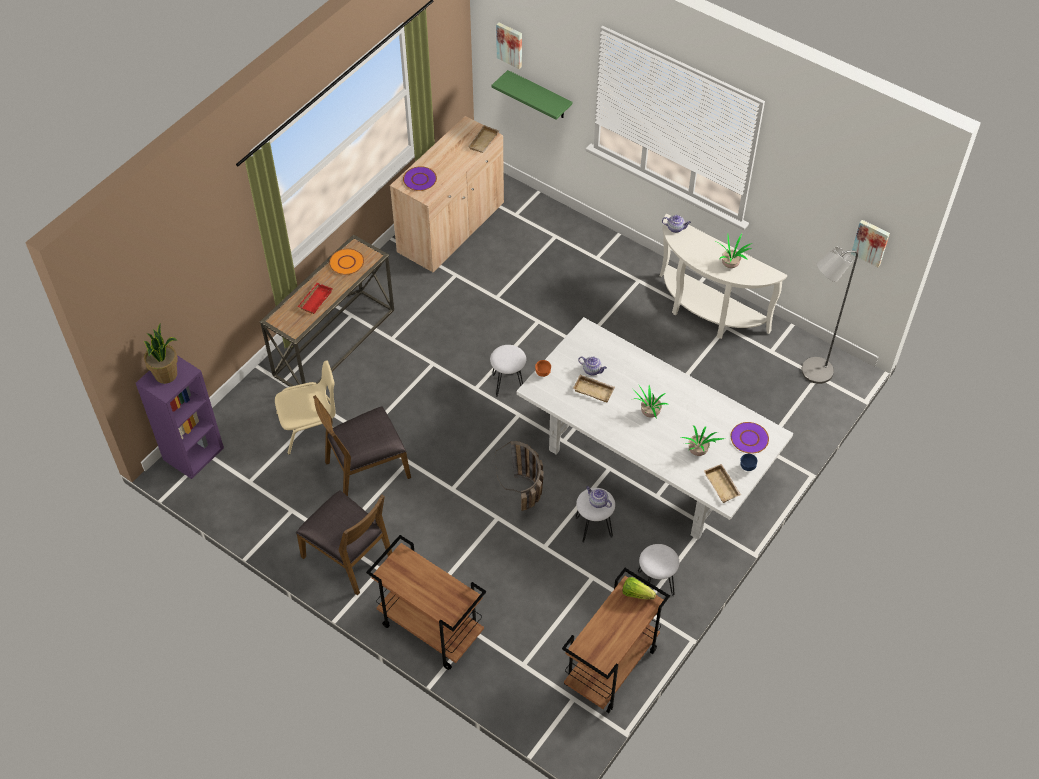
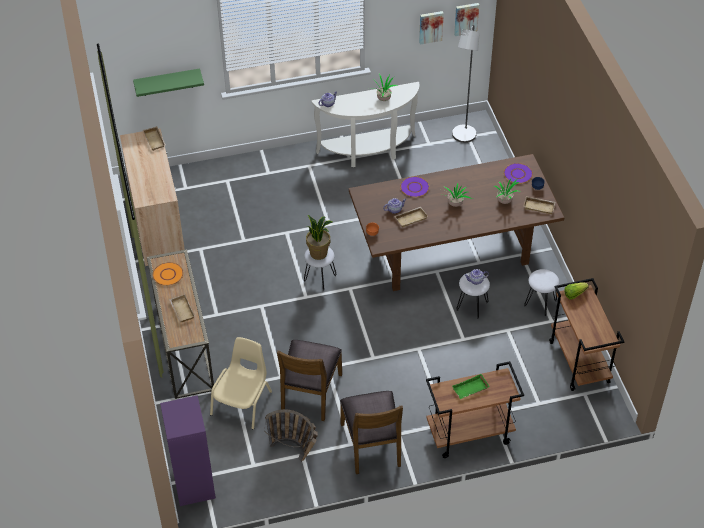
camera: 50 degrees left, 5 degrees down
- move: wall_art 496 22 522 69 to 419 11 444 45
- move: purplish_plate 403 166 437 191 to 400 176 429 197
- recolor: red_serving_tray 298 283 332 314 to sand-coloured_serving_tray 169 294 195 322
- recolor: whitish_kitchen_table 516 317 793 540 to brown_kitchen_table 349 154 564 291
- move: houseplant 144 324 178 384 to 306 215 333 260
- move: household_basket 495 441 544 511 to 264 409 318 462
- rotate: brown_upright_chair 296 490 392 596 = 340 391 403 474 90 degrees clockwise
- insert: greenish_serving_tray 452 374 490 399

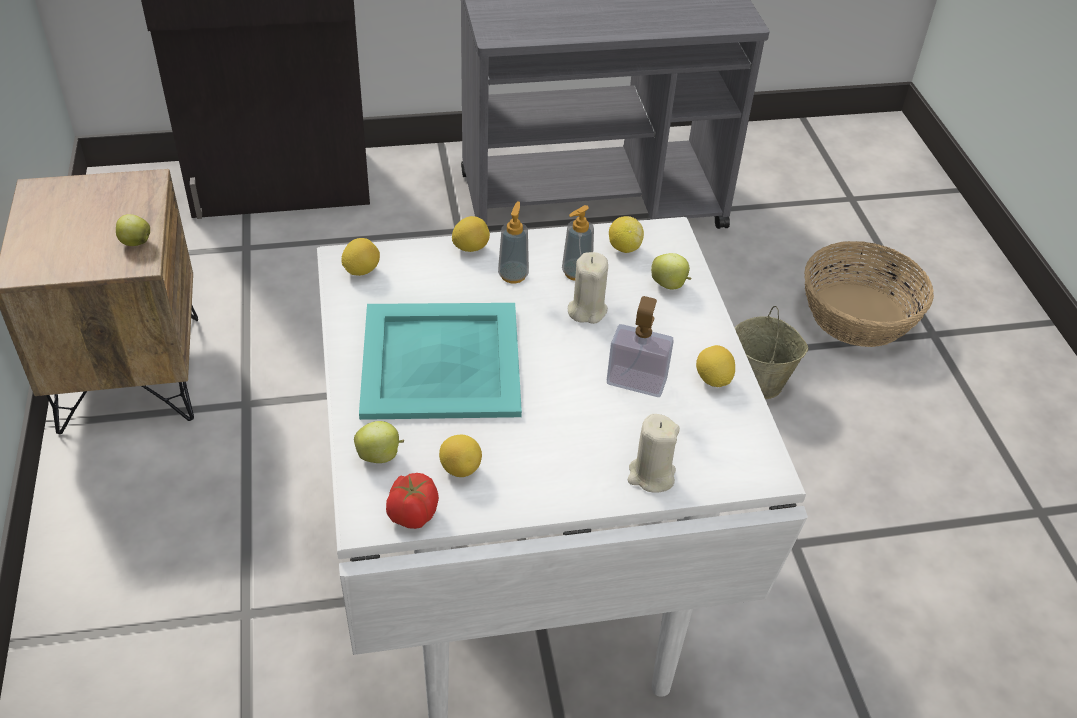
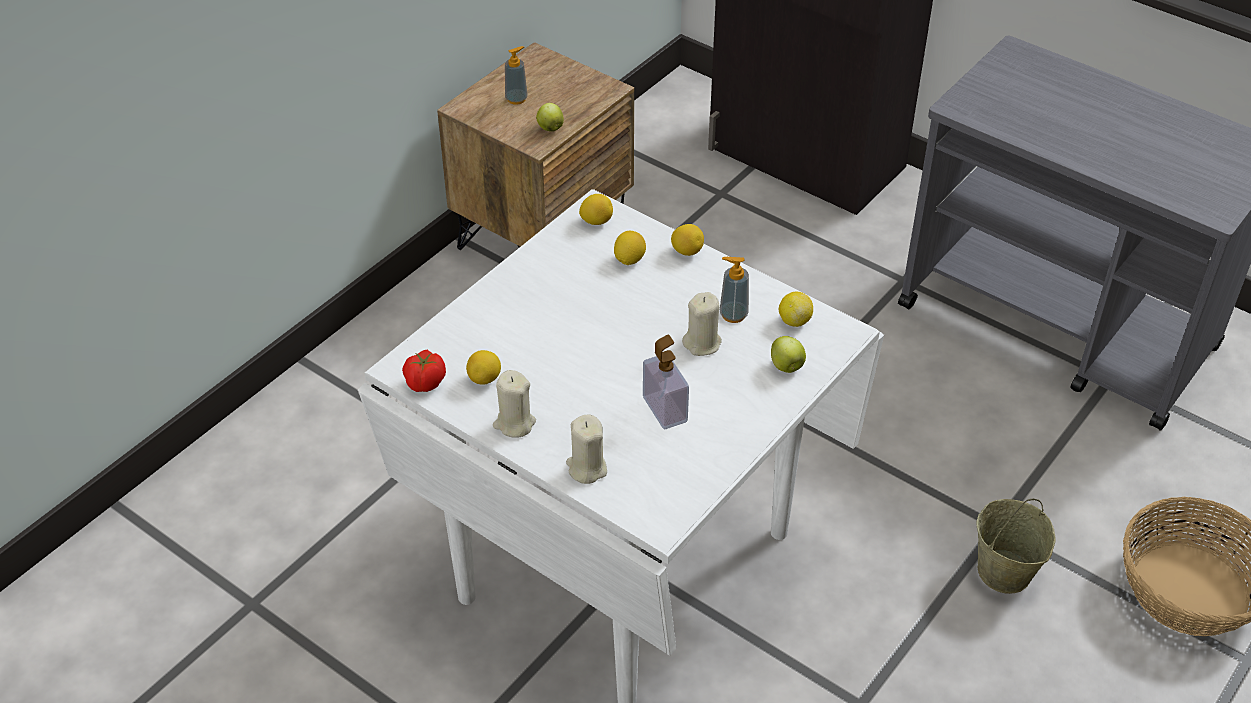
camera: 50 degrees right, 0 degrees up
- move: soap_bottle 498 201 529 283 to 505 46 528 105
- delete: turquoise_serving_tray 359 303 522 420
- move: whole_lemon 696 345 735 387 to 614 231 646 265
- delete: apple_fruit 354 421 404 463
- insert: sand-coloured_wax_candle 493 370 536 438

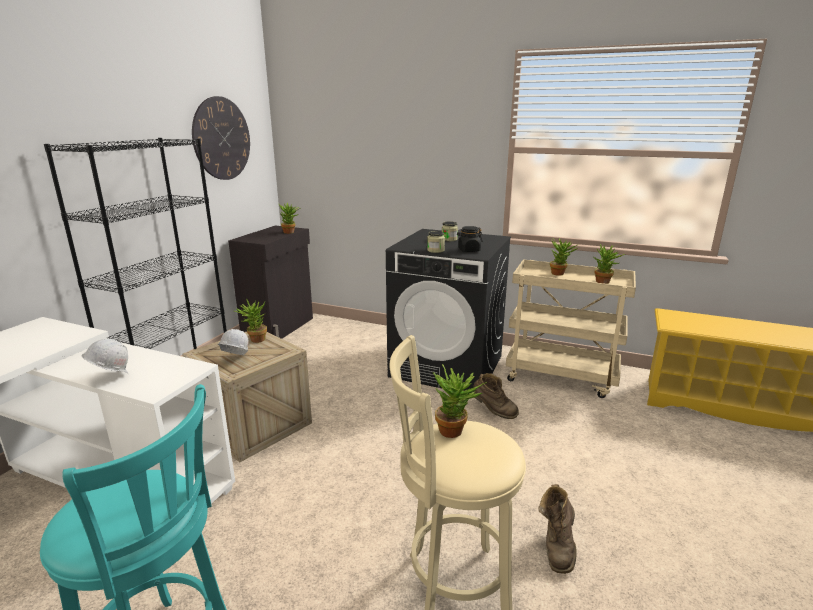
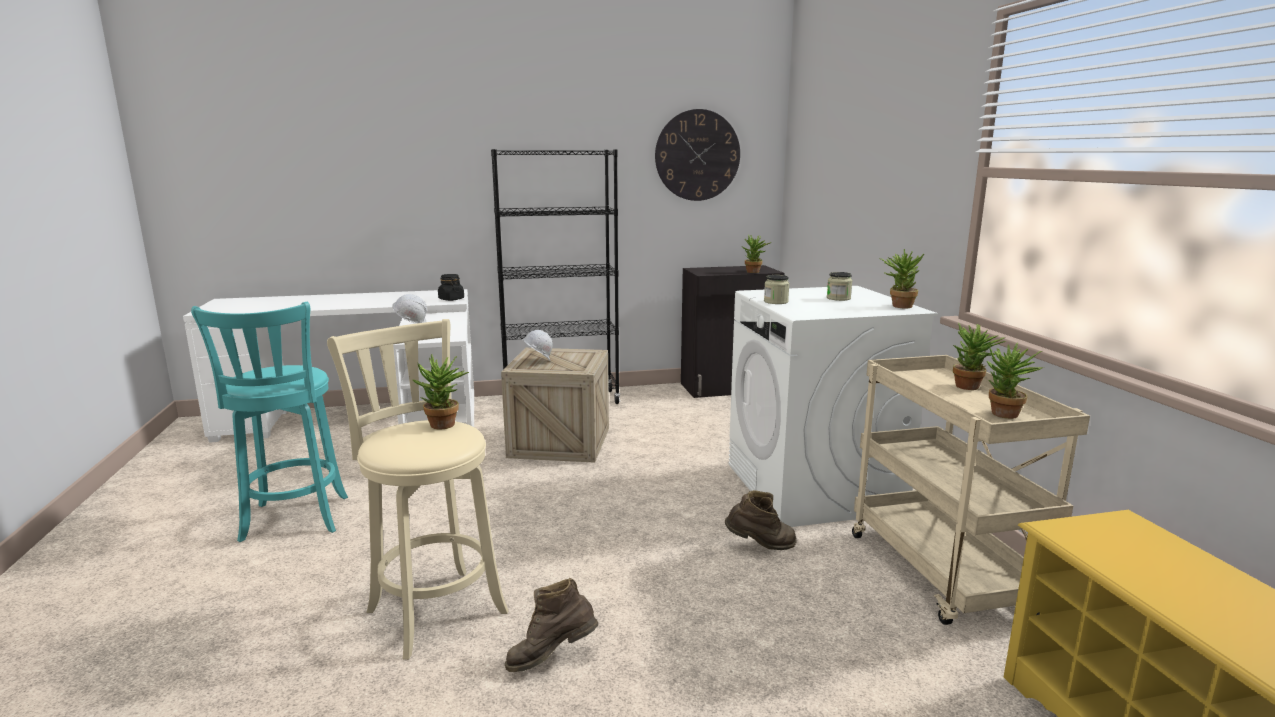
camera: 55 degrees right, 5 degrees down
- move: blackish_jar 457 226 482 252 to 438 274 464 301
- recolor: blackish_laundry_appliance 386 229 511 394 to whitish_laundry_appliance 729 286 938 527
- move: houseplant 234 298 267 343 to 880 249 924 308
- rotate: brown_tall_boot 473 373 519 419 = 725 490 797 550 90 degrees counterclockwise

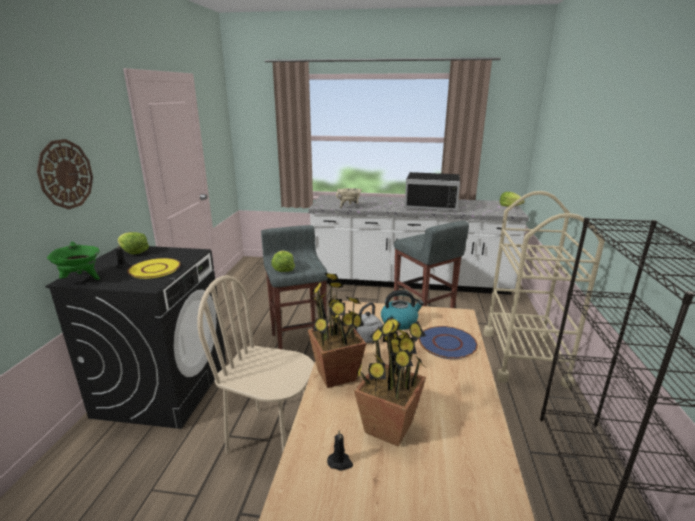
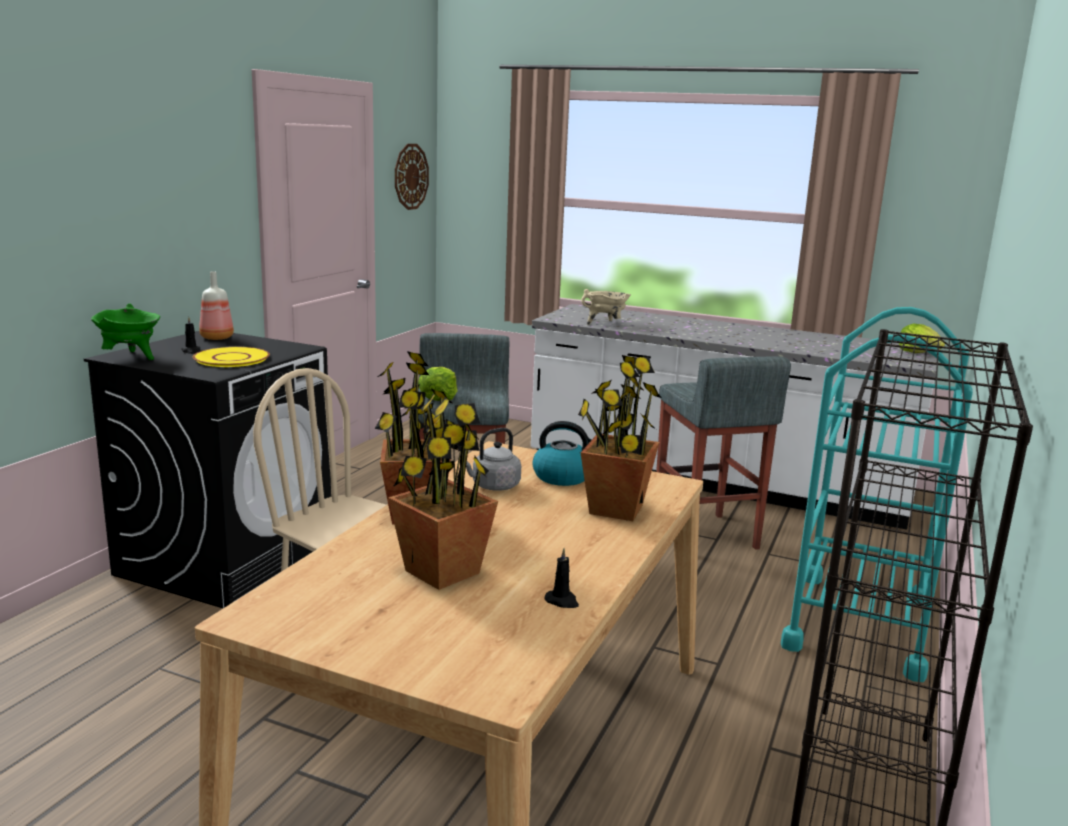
camera: 15 degrees right, 5 degrees down
- move: wall_clock 37 139 93 209 to 395 144 429 210
- delete: blackish_kitchen_microwave 405 172 460 211
- recolor: sand-coloured_cart 483 191 605 388 to turquoise_cart 781 307 973 682
- replace: lettuce 118 232 149 255 to beverage_bottle 199 271 234 340
- replace: bluish_plate 418 326 478 359 to houseplant 578 355 661 521
- move: blackish_wax_candle 327 430 353 471 to 545 548 579 608

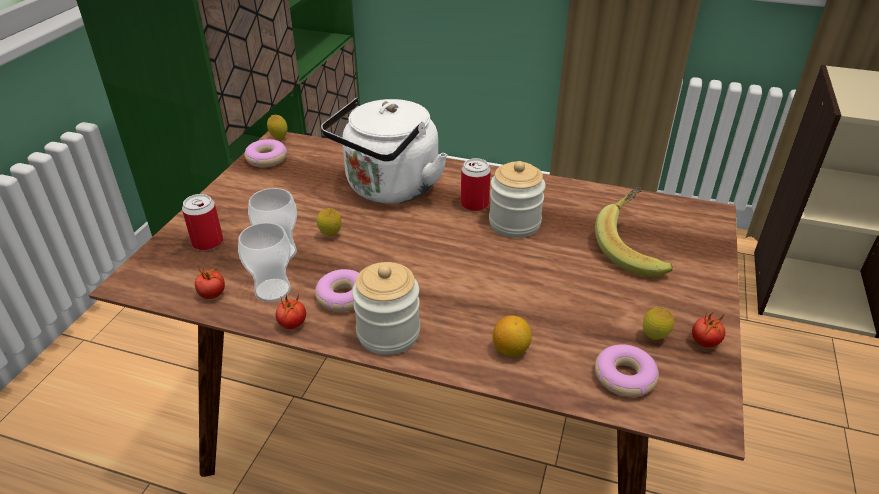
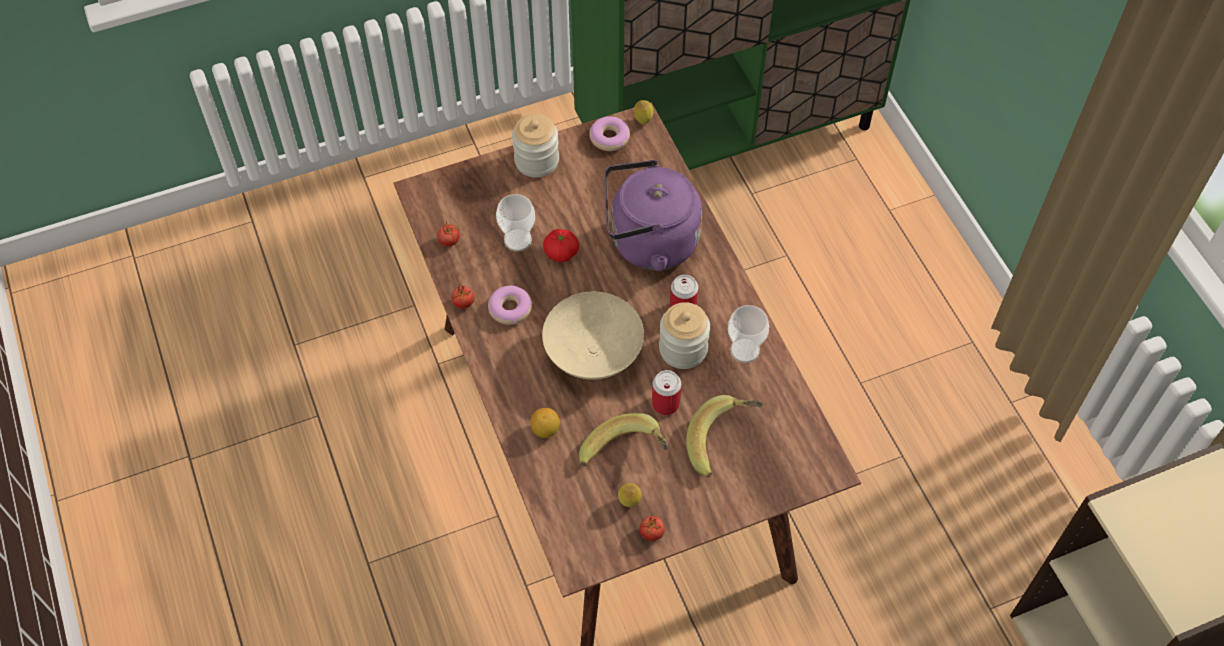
camera: 50 degrees right, 20 degrees up
- recolor: whitish_water_kettle 321 97 447 204 to purplish_water_kettle 604 160 702 271
- move: sealed_can 182 194 223 251 to 652 370 681 415
- replace: whole_lemon 317 208 342 236 to fresh_tomato 543 229 579 262
- move: cup 238 223 291 302 to 728 305 769 363
- move: jar 352 262 420 355 to 512 114 559 178
- delete: doughnut 595 344 659 397
- insert: sand-coloured_deep_dish 542 292 644 380
- insert: banana 579 413 669 466

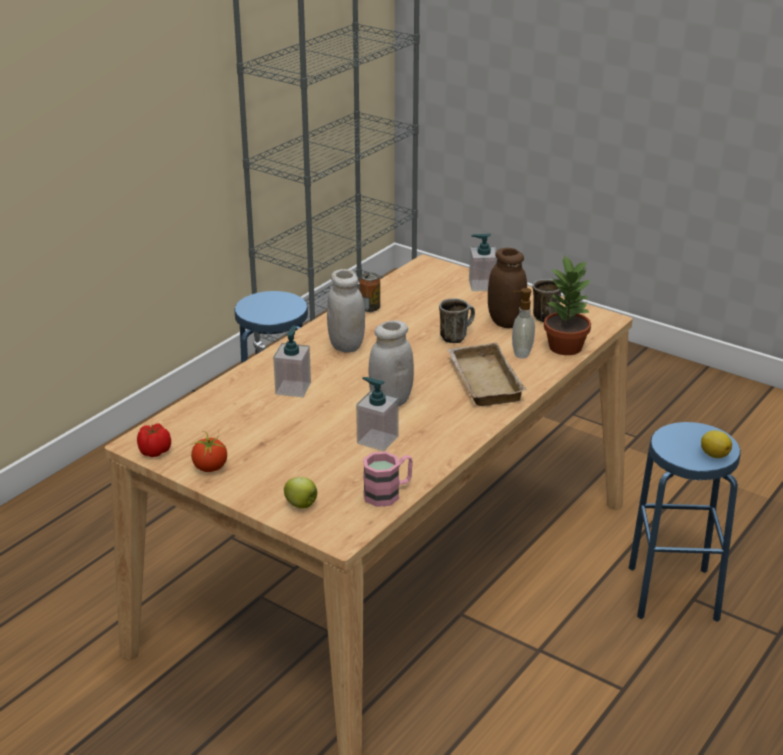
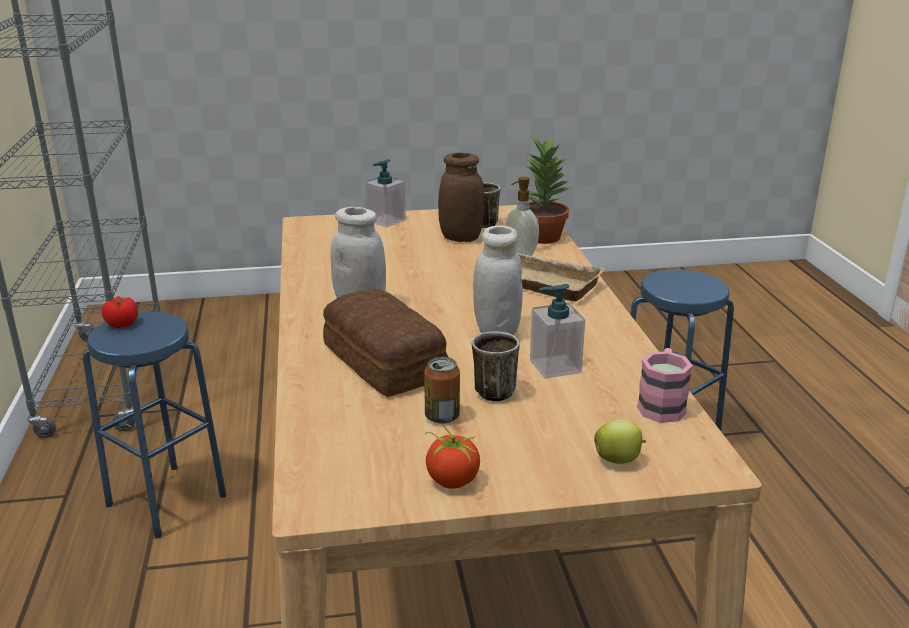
camera: 45 degrees left, 5 degrees down
- move: sealed_can 359 273 380 312 to 424 357 460 424
- move: coffee_mug 439 298 475 343 to 472 331 520 402
- replace: soap_bottle 273 325 311 397 to baked_bread 323 289 448 397
- move: fresh_tomato 137 424 171 457 to 102 296 138 328
- delete: whole_lemon 701 430 732 458

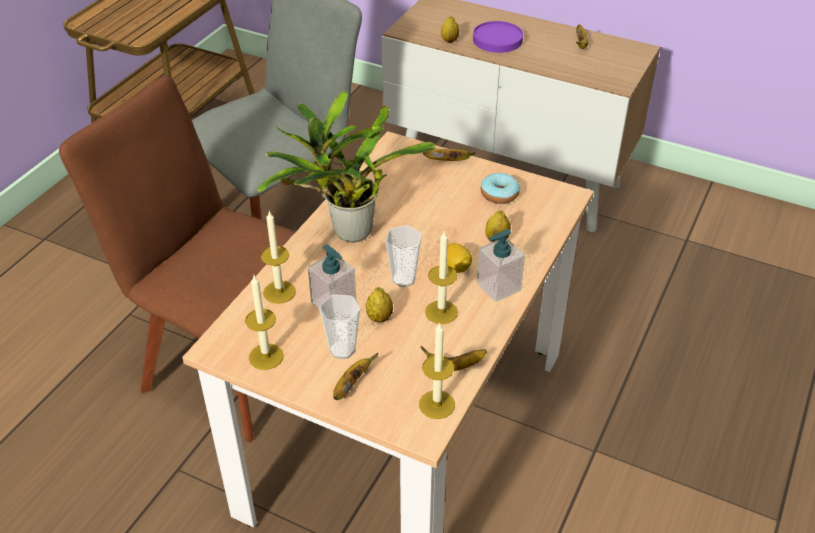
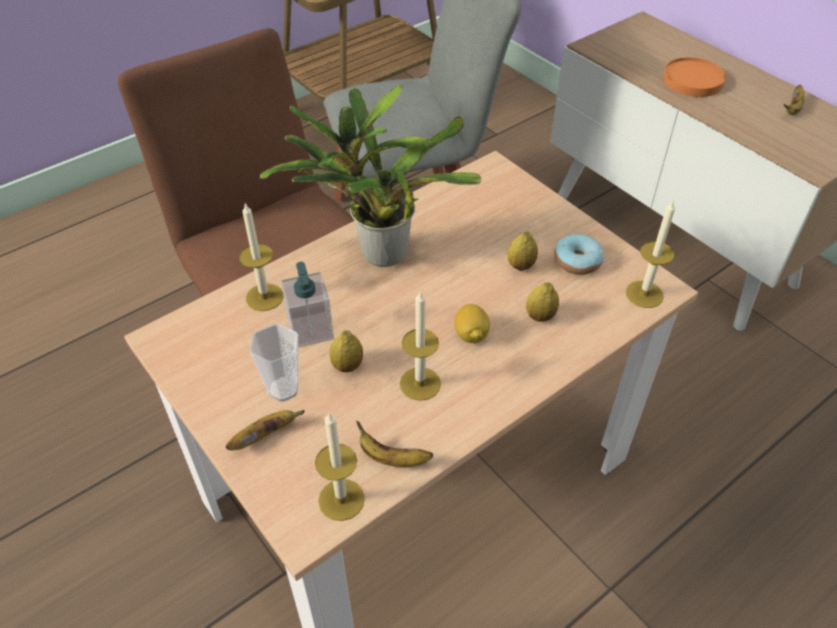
camera: 25 degrees right, 5 degrees up
- move: whole_lemon 441 16 459 43 to 507 231 538 271
- recolor: purplish_plate 473 21 523 53 to orange_plate 663 57 726 97
- delete: banana 423 149 476 161
- delete: cup 385 225 422 287
- delete: soap_bottle 477 229 525 302
- move: wax_candle 245 275 284 370 to 625 199 675 308

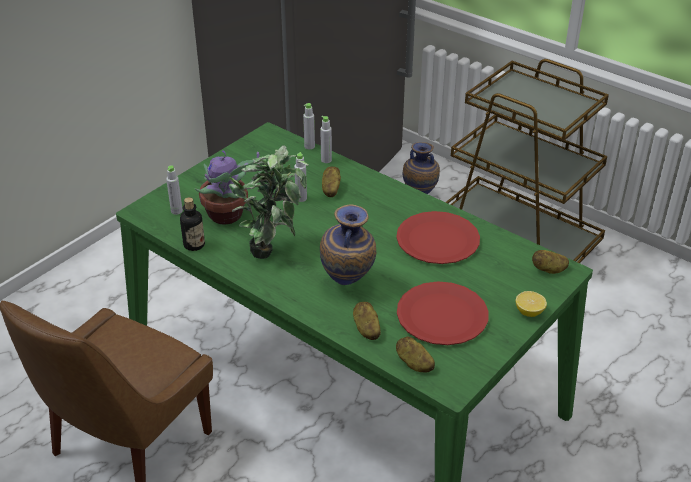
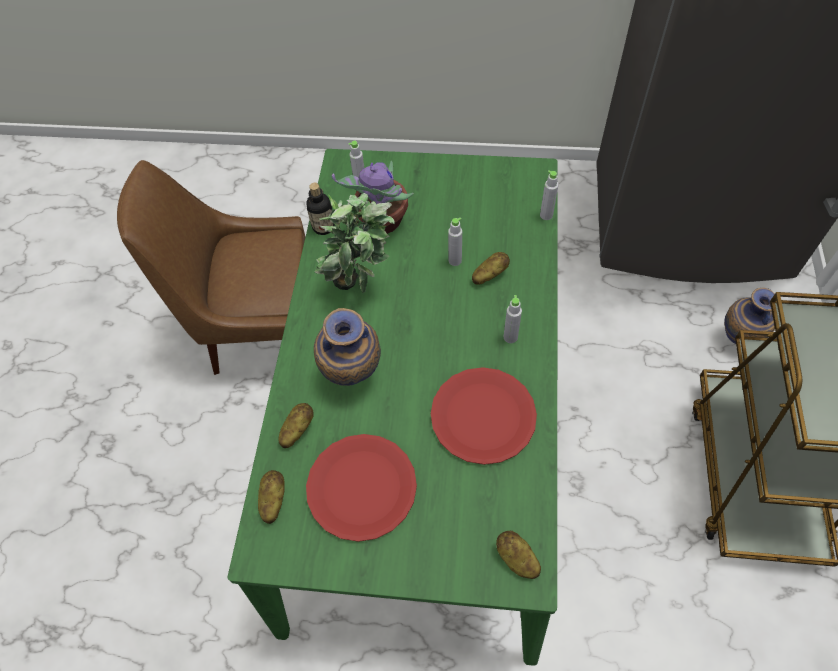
camera: 60 degrees right, 20 degrees up
- move: greyish_beverage_bottle 320 116 332 163 to 504 295 522 343
- delete: whole_lemon 516 291 547 317

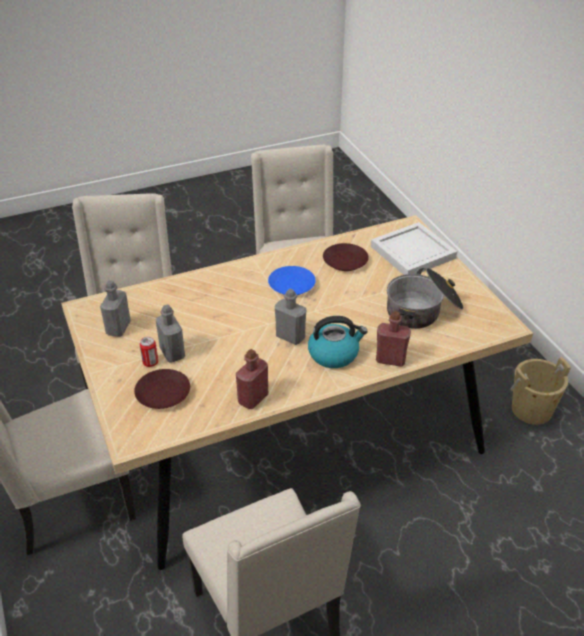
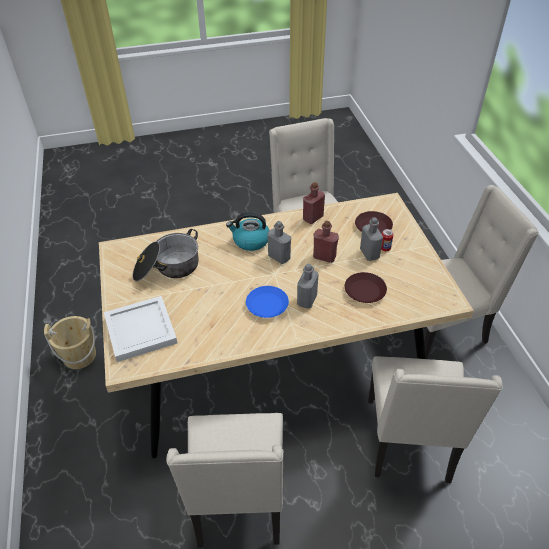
camera: 170 degrees left, 5 degrees up
- move: brown_plate 323 243 369 271 to 345 272 387 303
- move: greyish_beverage_bottle 100 280 131 337 to 297 264 319 309
- move: red_beverage_bottle 376 311 411 367 to 313 221 339 263

